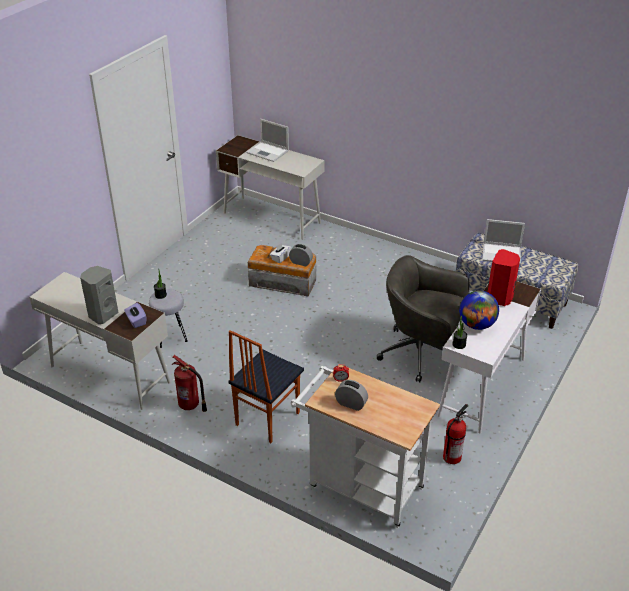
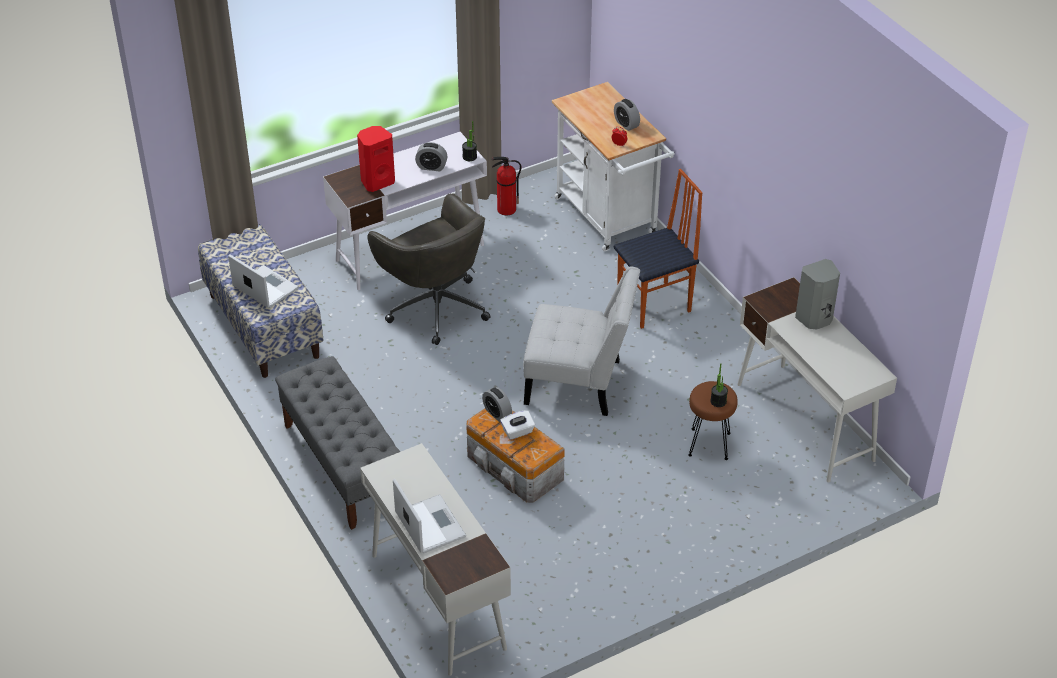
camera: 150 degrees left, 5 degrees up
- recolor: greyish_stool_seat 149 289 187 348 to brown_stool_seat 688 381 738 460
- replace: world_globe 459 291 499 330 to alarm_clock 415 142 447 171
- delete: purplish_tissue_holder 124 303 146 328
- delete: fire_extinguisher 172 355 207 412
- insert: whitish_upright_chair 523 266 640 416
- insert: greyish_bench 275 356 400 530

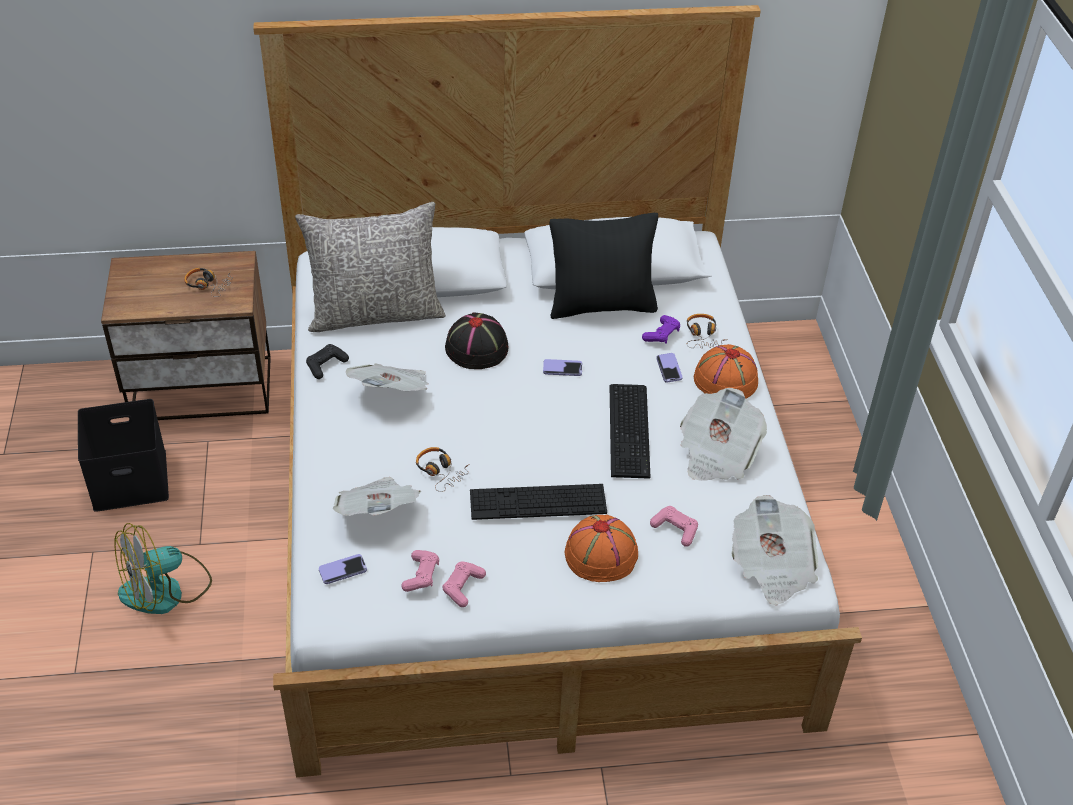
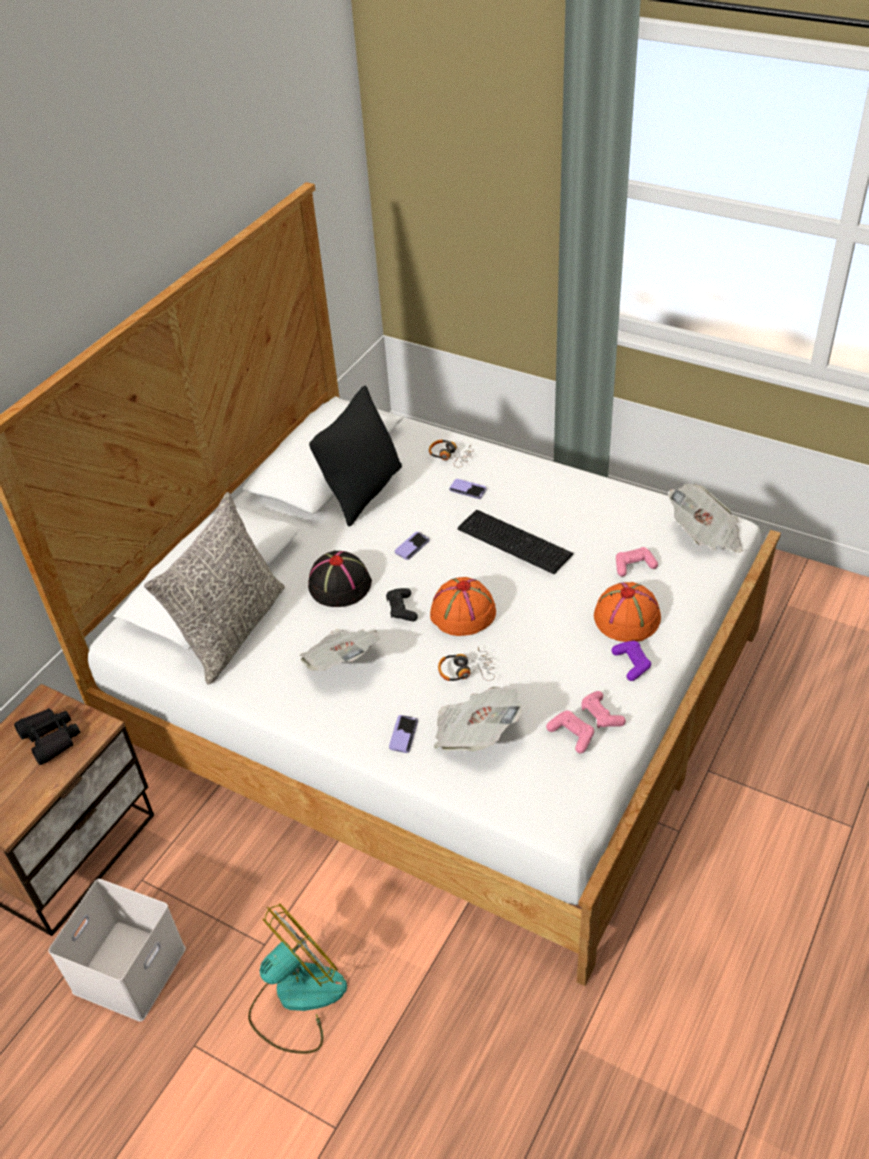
camera: 50 degrees left, 0 degrees up
- replace: pair_of_headphones 184 268 233 297 to blackish_pair_of_binoculars 14 708 80 765
- move: purplish_gamepad 642 315 680 344 to 611 641 651 681
- move: blackish_gamepad 306 344 349 379 to 386 588 418 621
- move: orange_hat 694 344 758 399 to 430 577 496 636
- delete: printed_paper 680 388 767 481
- recolor: blackish_storage_bin 78 399 169 512 to whitish_storage_bin 48 879 186 1022
- delete: keyboard 470 484 607 520
- rotate: electric_fan 114 523 212 614 = 248 903 347 1054 135 degrees counterclockwise
- move: handset 319 554 367 584 to 389 715 418 753

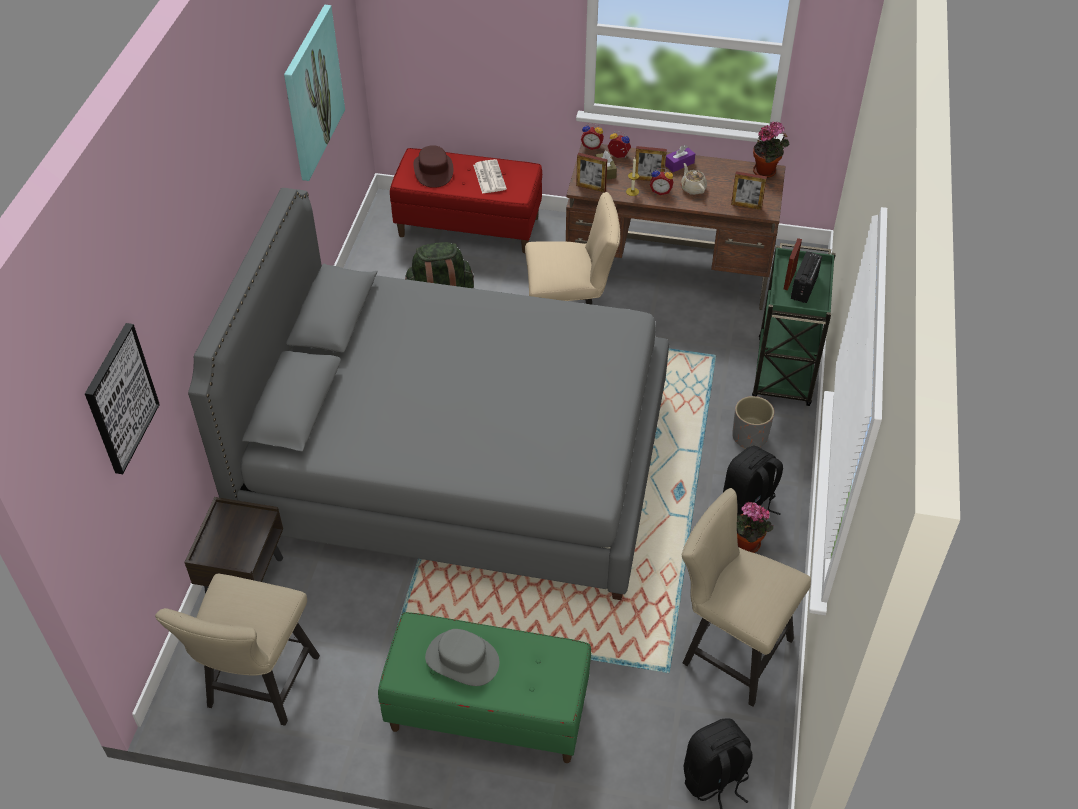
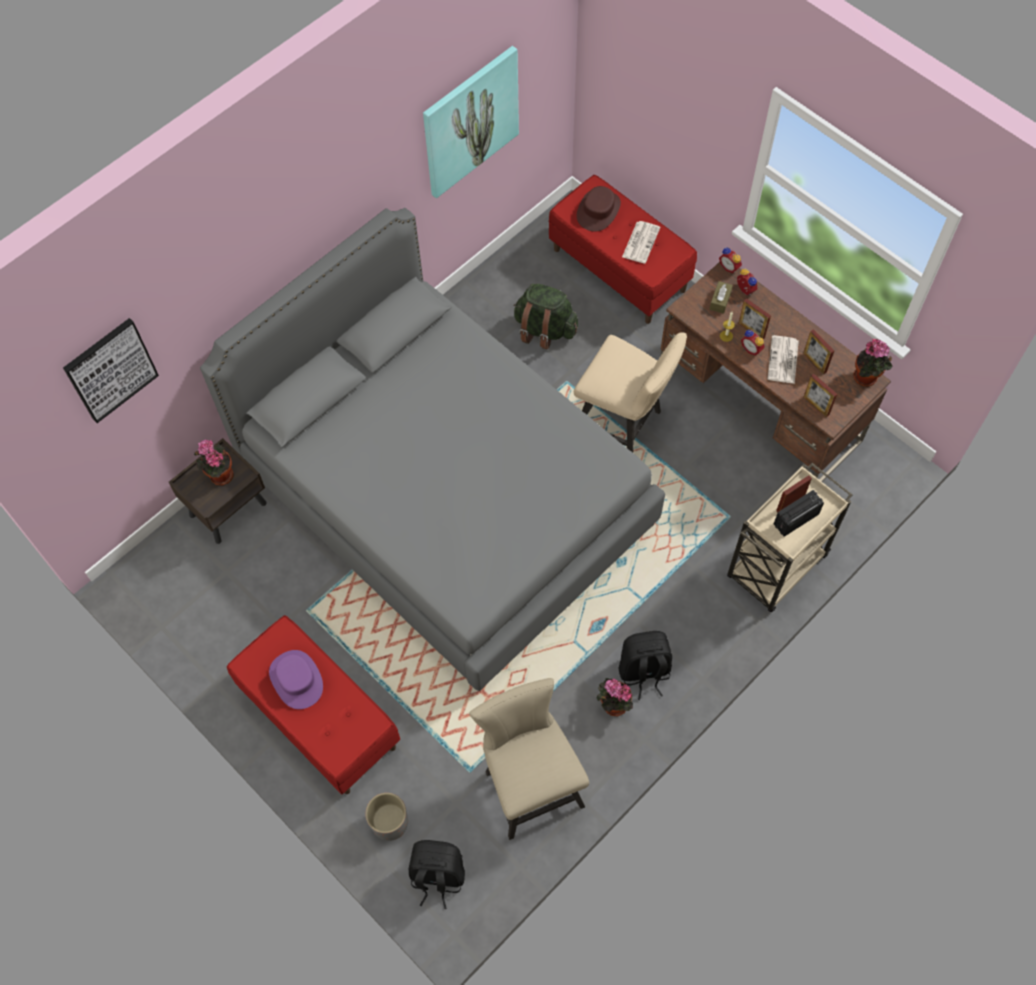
camera: 35 degrees right, 15 degrees up
- delete: purplish_tissue_holder 665 145 695 172
- move: photo_frame 576 153 607 193 to 803 329 834 374
- replace: sand-coloured_pot_for_tea 680 163 707 195 to printed_paper 767 335 799 384
- recolor: greenish_cart 752 243 836 406 to sand-coloured_cart 727 463 853 613
- move: greyish_plant_pot 732 396 774 449 to 365 793 408 841
- delete: sand-coloured_upright_chair 155 574 320 726
- recolor: greenish_bench 378 612 591 763 to red_bench 227 615 400 794
- recolor: greyish_hat 425 629 499 686 to purplish_hat 269 650 323 709
- insert: houseplant 194 439 233 486

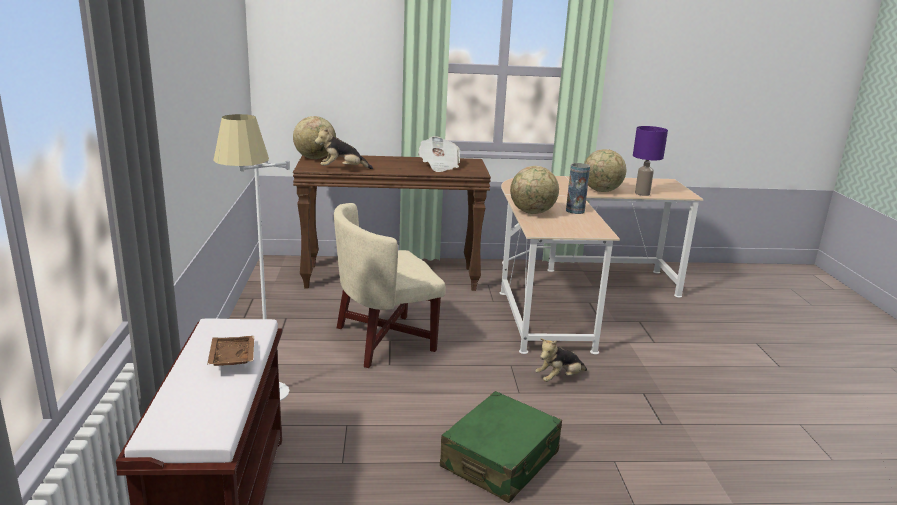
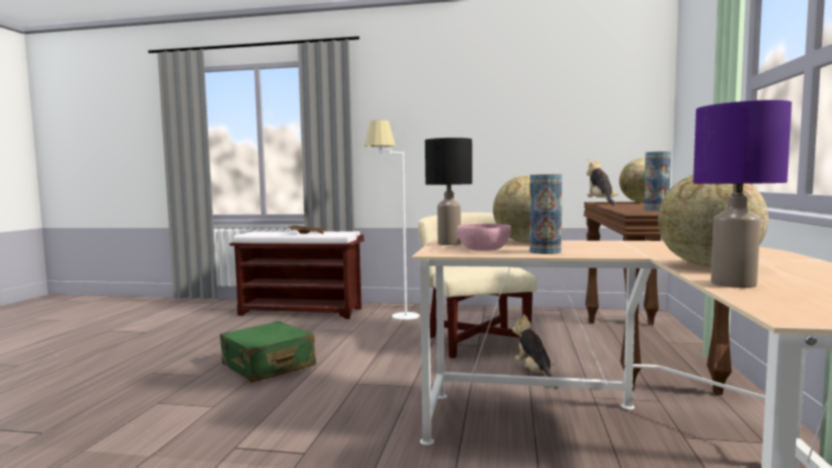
camera: 105 degrees right, 15 degrees down
- replace: printed_paper 418 136 460 172 to vase 644 151 671 210
- move: soft_toy 535 338 587 382 to 512 314 559 388
- insert: blackish_table_lamp 425 138 472 245
- insert: pink_deep_dish 457 224 511 251

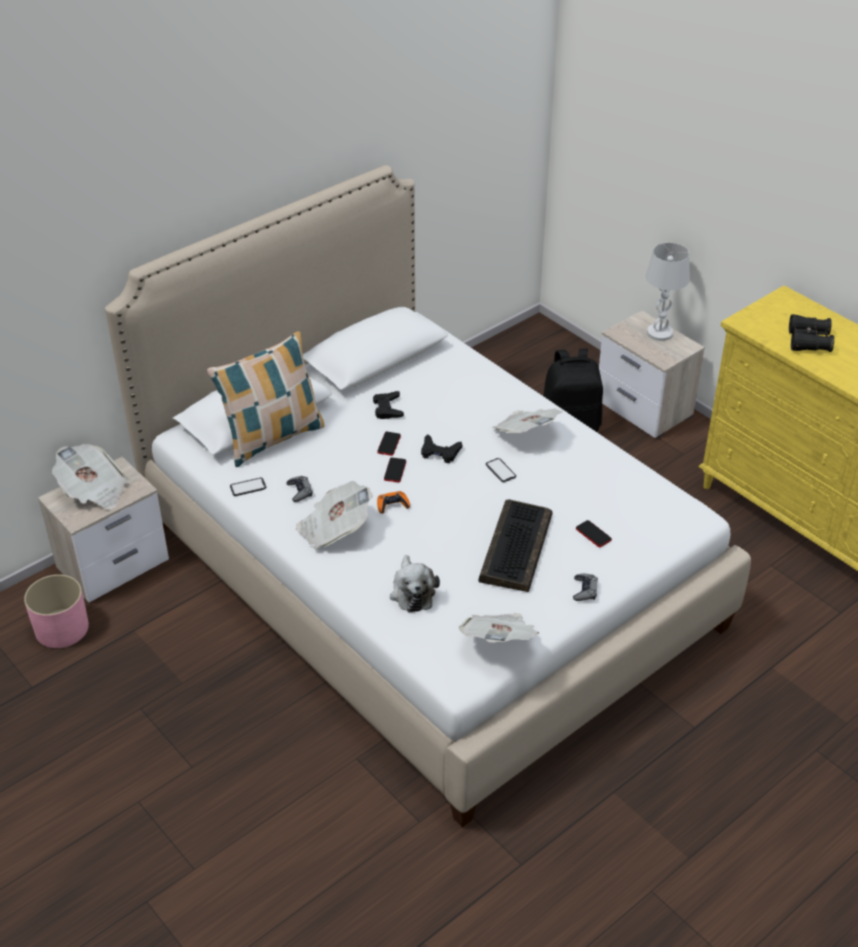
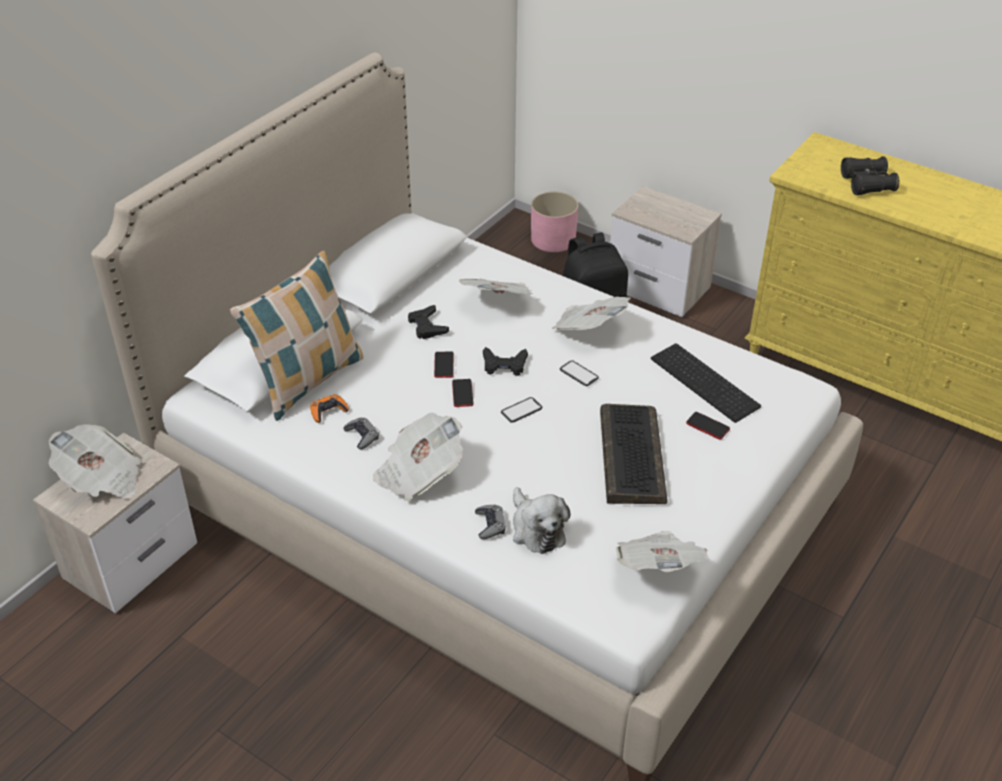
camera: 15 degrees left, 0 degrees up
- delete: whitish_table_lamp 646 243 690 341
- move: handset 230 478 266 496 to 501 397 542 423
- move: orange_gamepad 377 491 410 514 to 310 394 349 423
- move: pink_plant_pot 24 574 89 648 to 531 192 578 252
- move: greyish_gamepad 573 574 598 601 to 475 505 506 539
- insert: printed_paper 459 279 532 294
- insert: keyboard 651 343 761 423

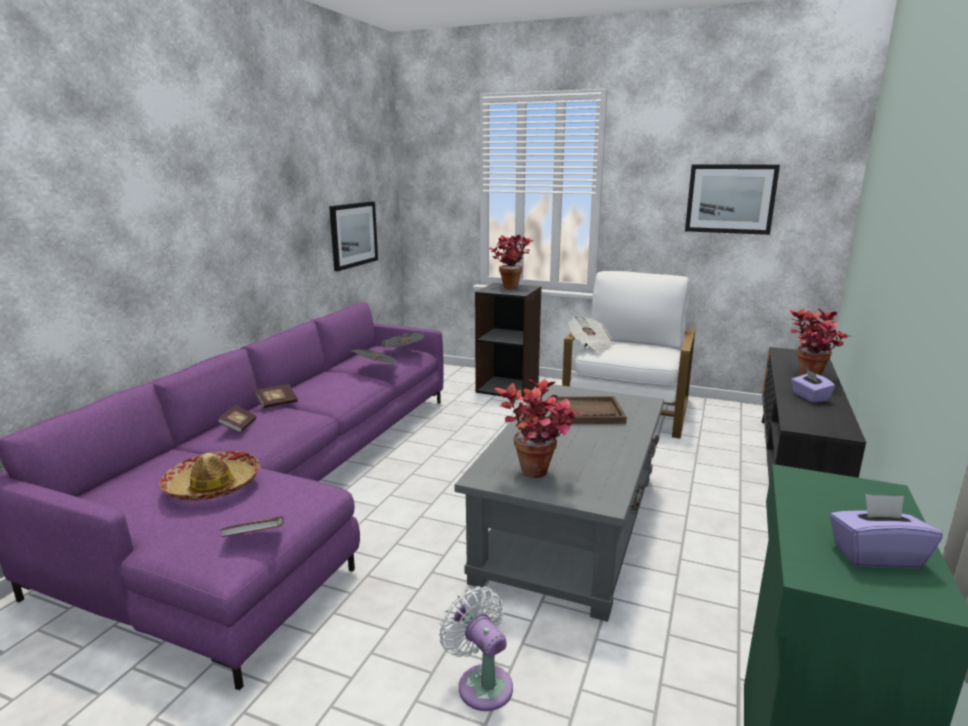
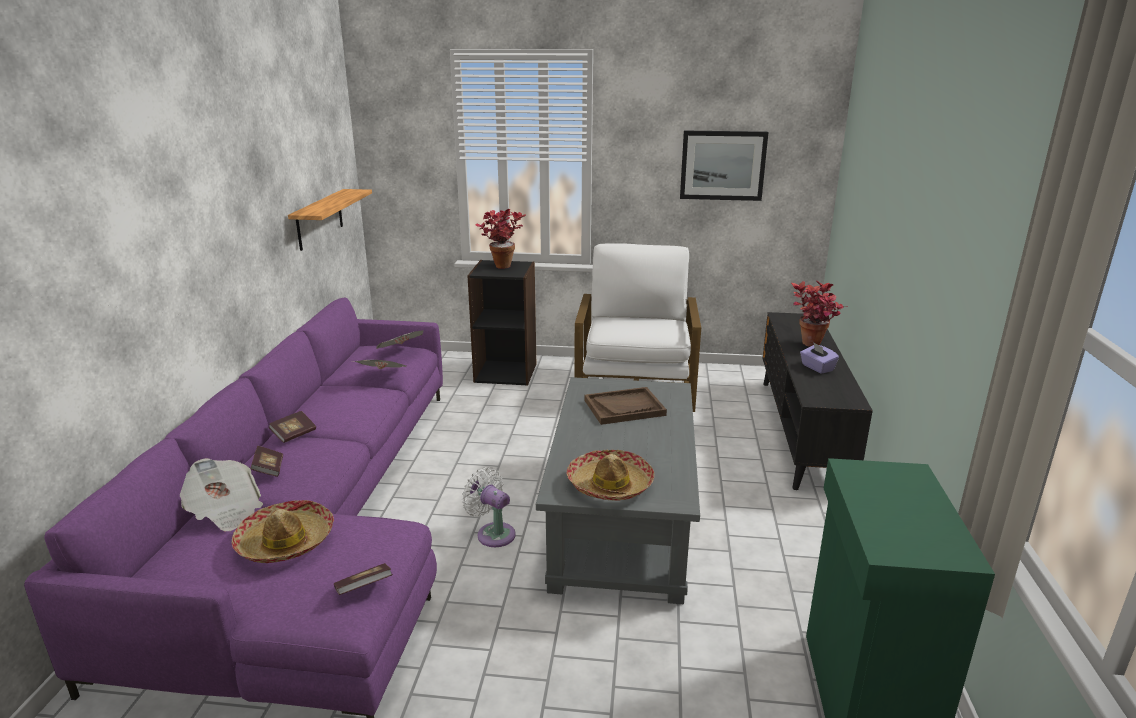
camera: 15 degrees left, 5 degrees up
- replace: wall_art 329 201 378 271 to wall_shelf 288 189 372 251
- move: printed_paper 568 315 614 353 to 180 458 263 531
- replace: houseplant 494 379 584 478 to hat 567 450 654 500
- delete: purplish_tissue_holder 830 494 943 569
- move: whitish_electric_fan 439 586 513 711 to 462 467 515 547

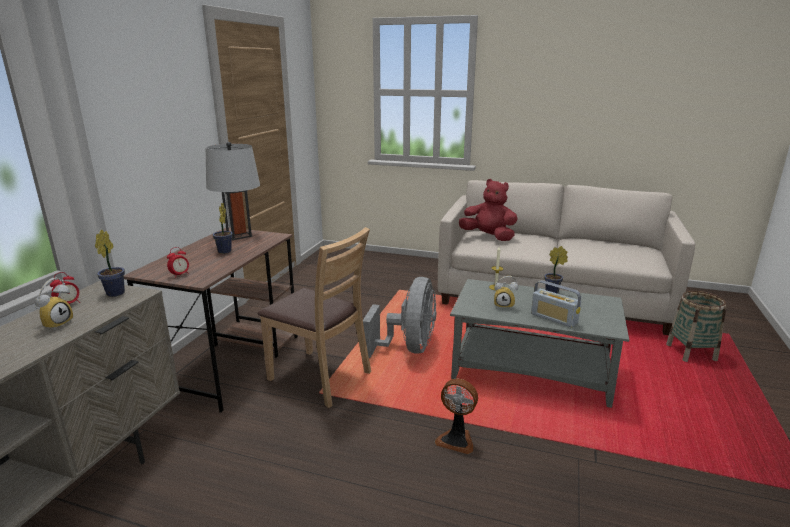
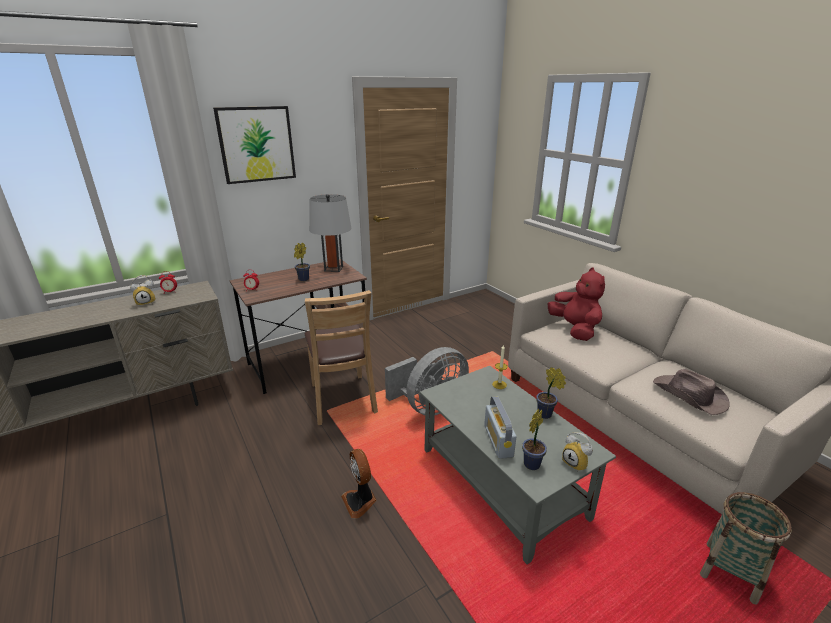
camera: 40 degrees right, 5 degrees up
- move: houseplant 95 229 125 297 to 522 408 547 470
- move: alarm_clock 494 276 518 308 to 562 432 593 472
- insert: wall_art 213 106 296 184
- insert: brown_hat 653 369 729 415

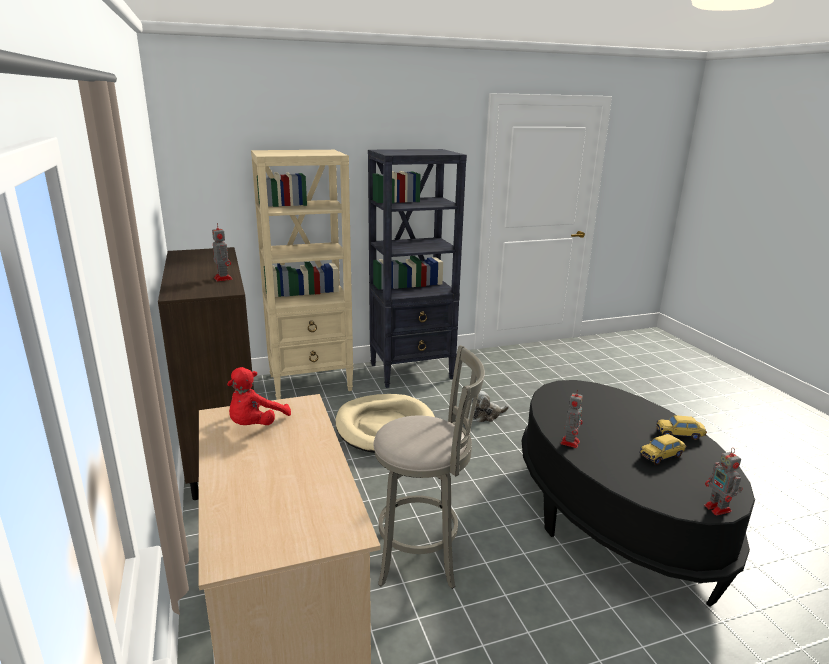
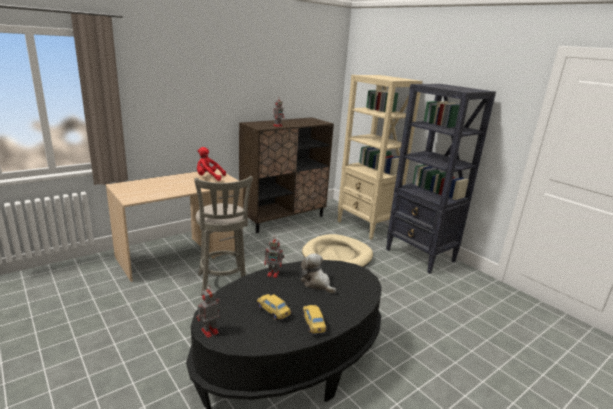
camera: 70 degrees right, 0 degrees up
- move: soft_toy 472 391 509 422 to 301 253 336 293

